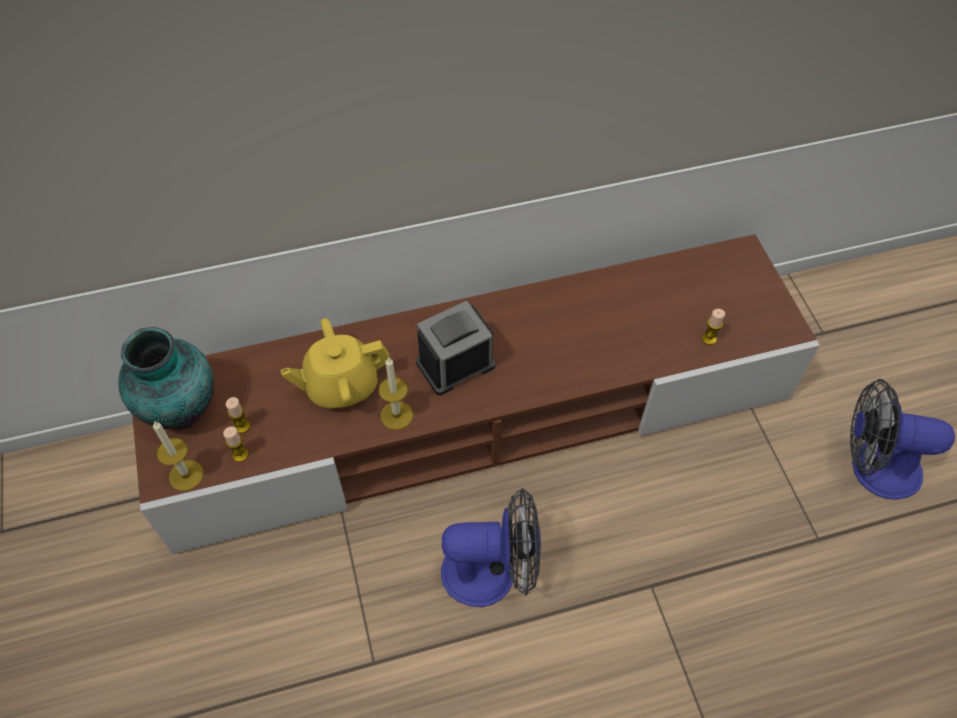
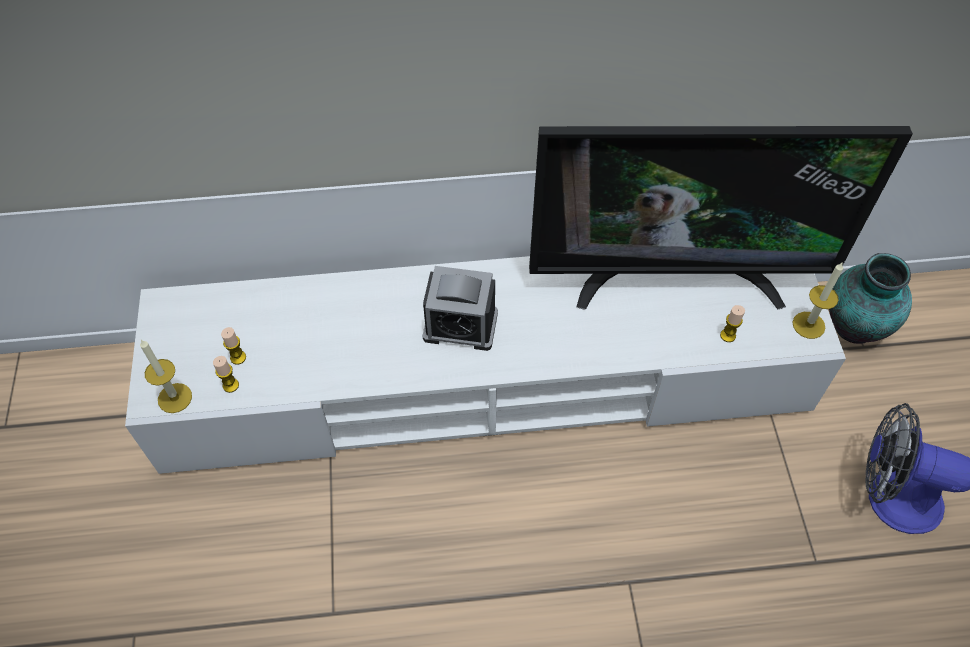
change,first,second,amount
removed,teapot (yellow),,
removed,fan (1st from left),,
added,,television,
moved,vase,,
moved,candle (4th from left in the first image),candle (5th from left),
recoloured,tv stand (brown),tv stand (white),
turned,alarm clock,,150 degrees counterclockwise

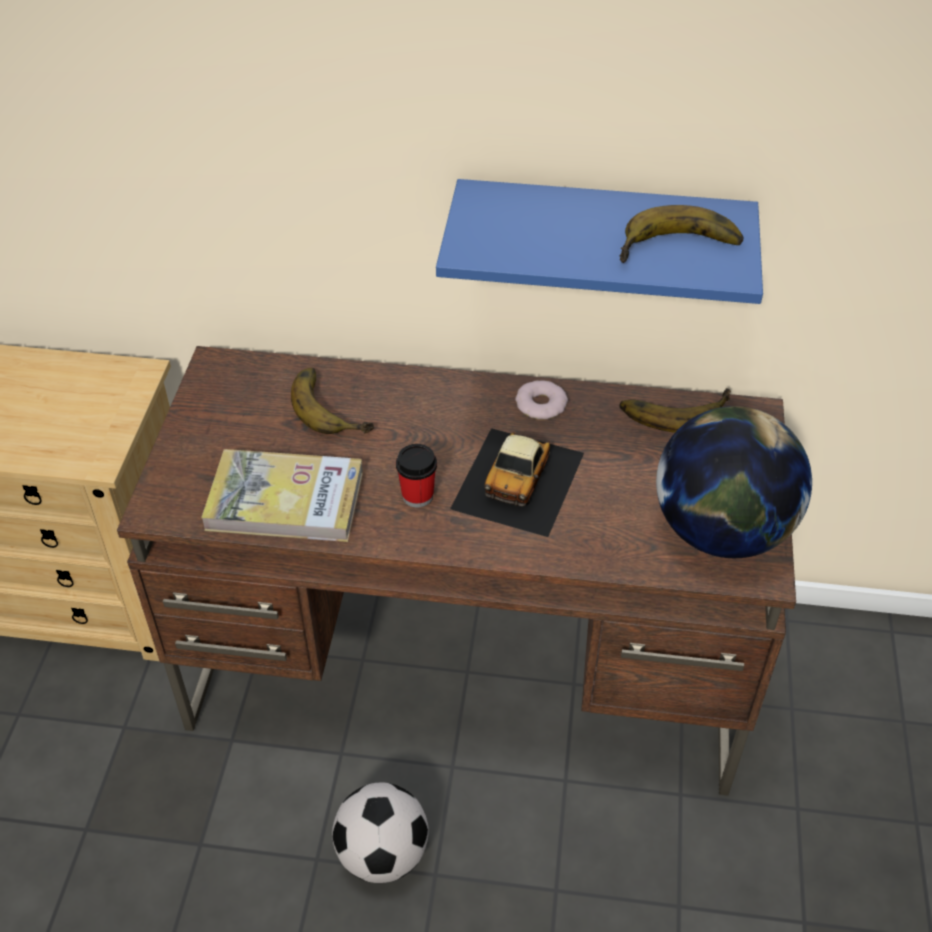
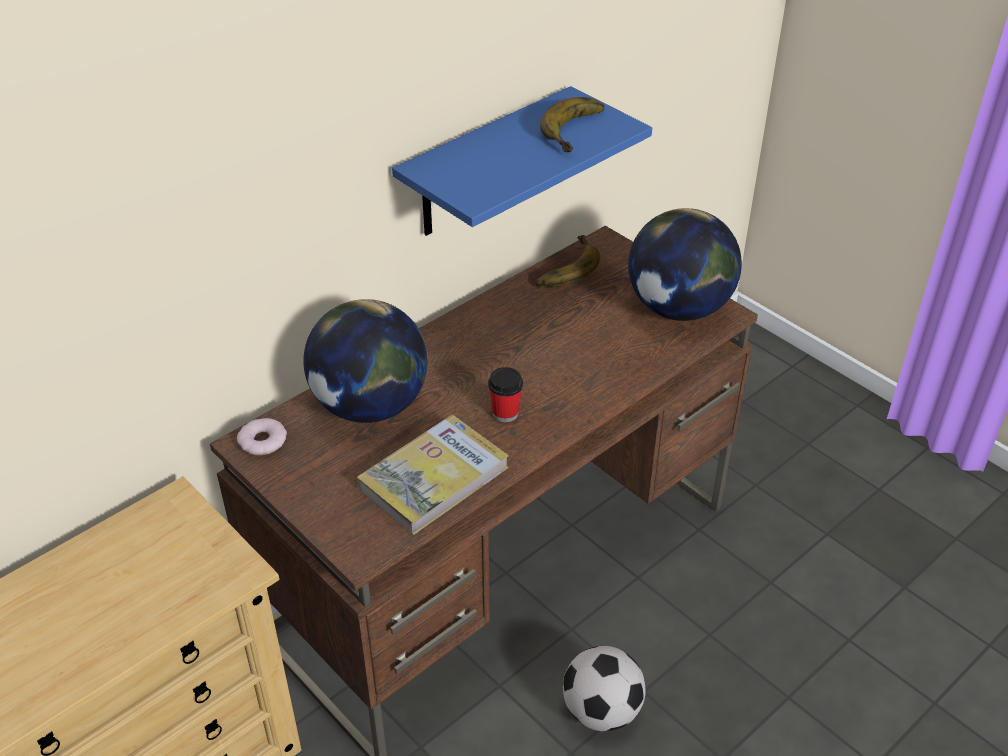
change,first,second,amount
removed,toy car,,
moved,donut,,
replaced,banana (1st from left),globe (1st from left),

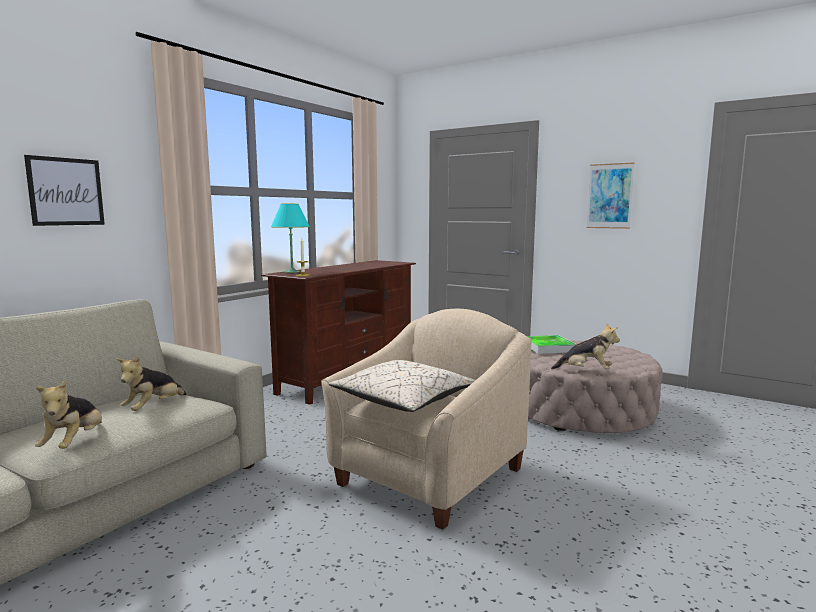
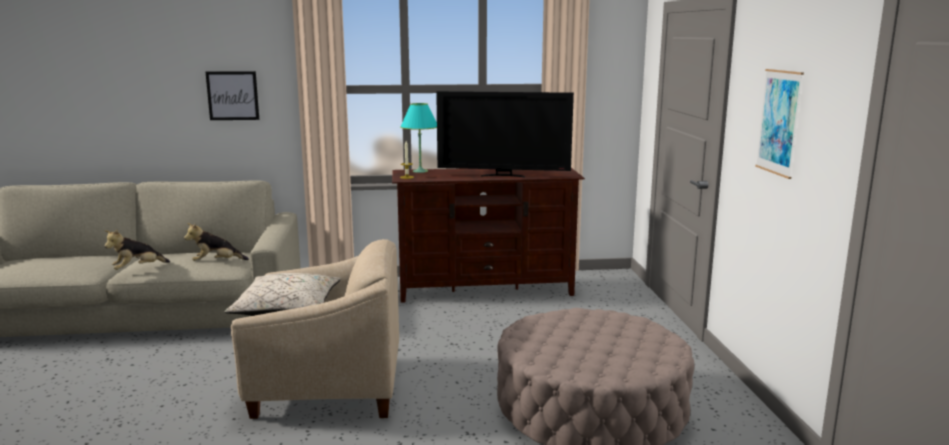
change,first,second,amount
removed,tray,,
removed,plush toy (3rd from left),,
added,,television,

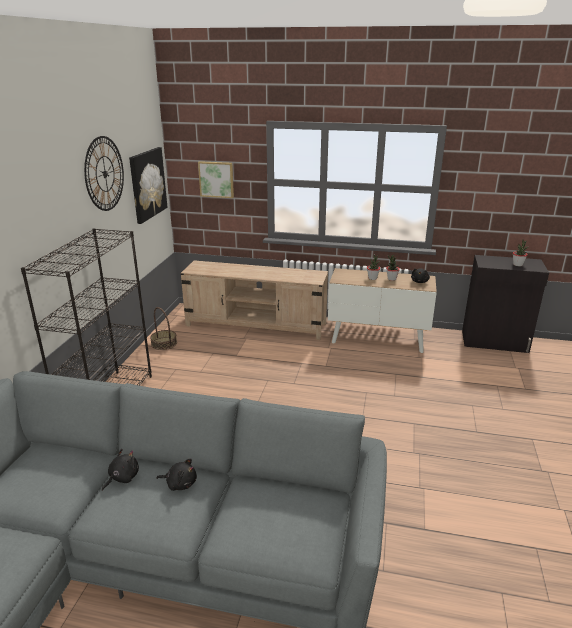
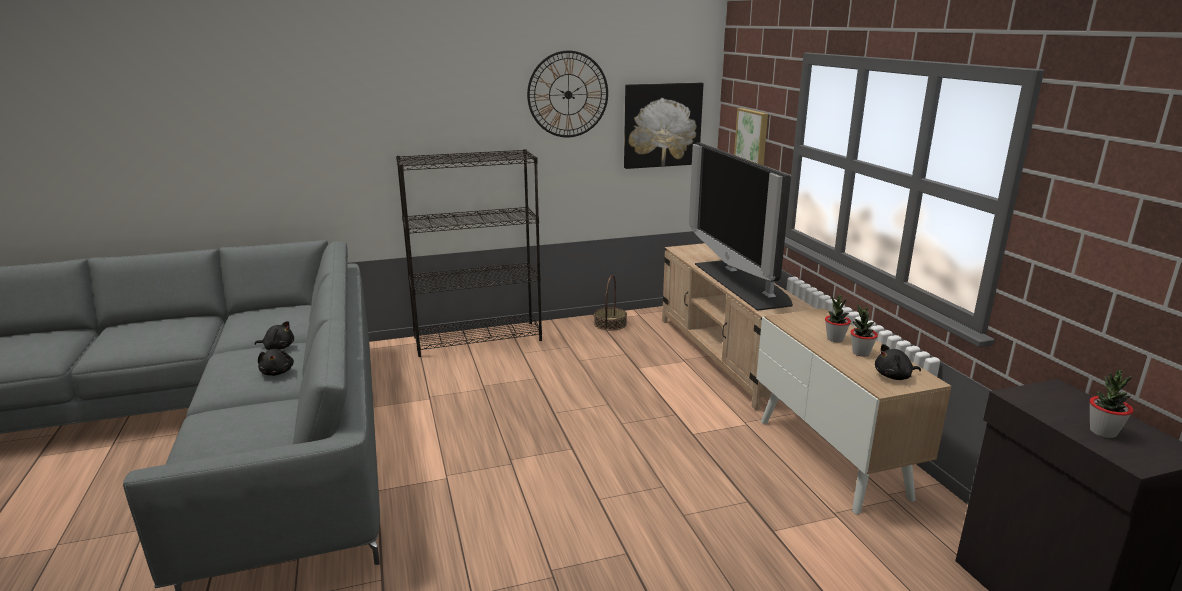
change,first,second,amount
added,,television,

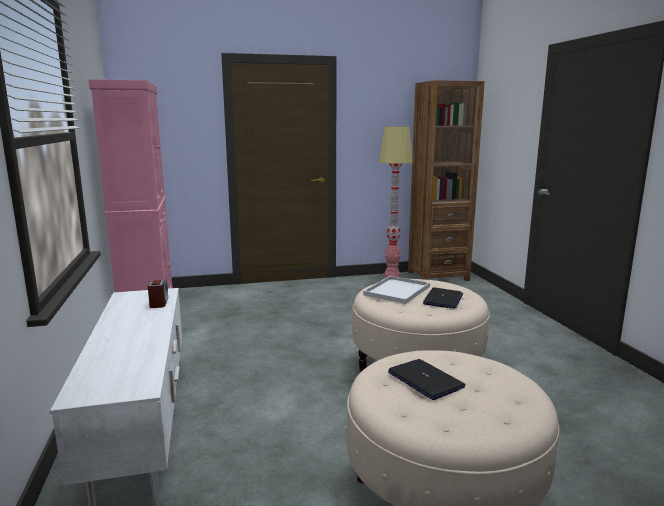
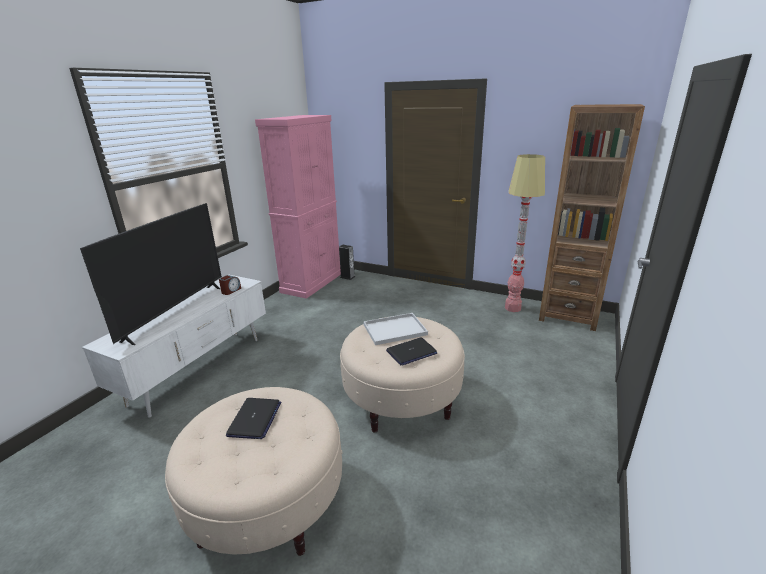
change,first,second,amount
added,,television,
added,,speaker,

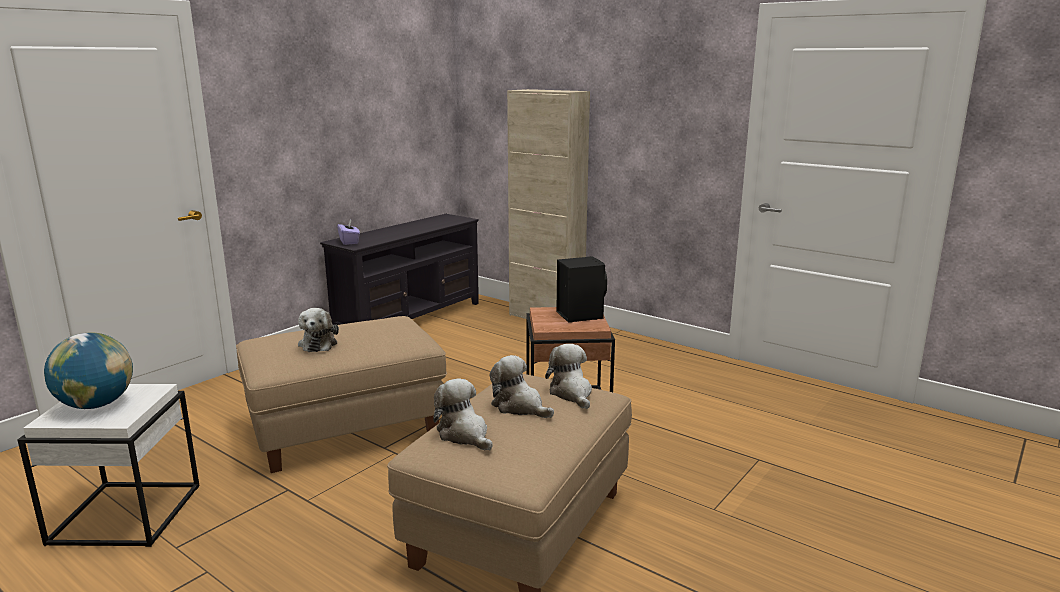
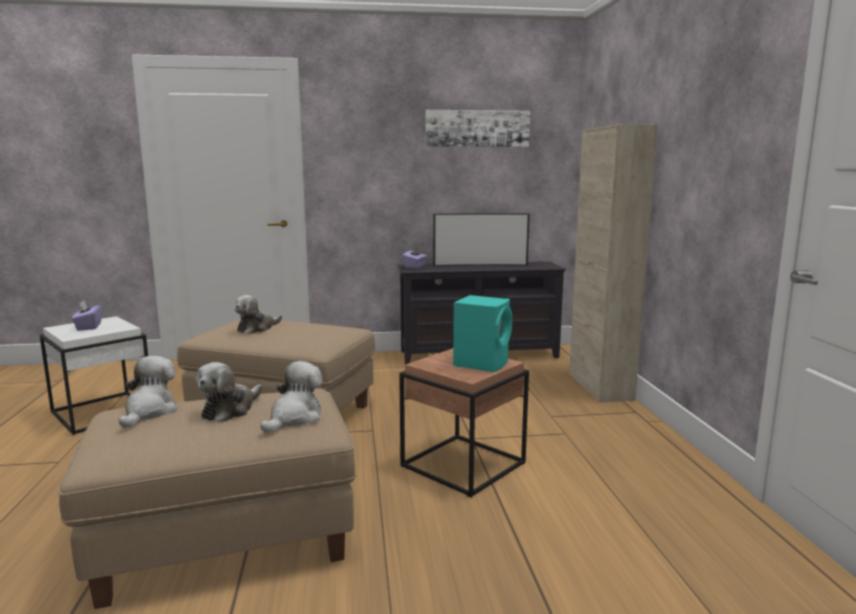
change,first,second,amount
added,,picture,
added,,television,
replaced,globe,tissue box (purple) (1st from left),
recoloured,speaker (black),speaker (turquoise),
turned,plush toy (3rd from left in the first image),plush toy (2nd from left),150 degrees counterclockwise

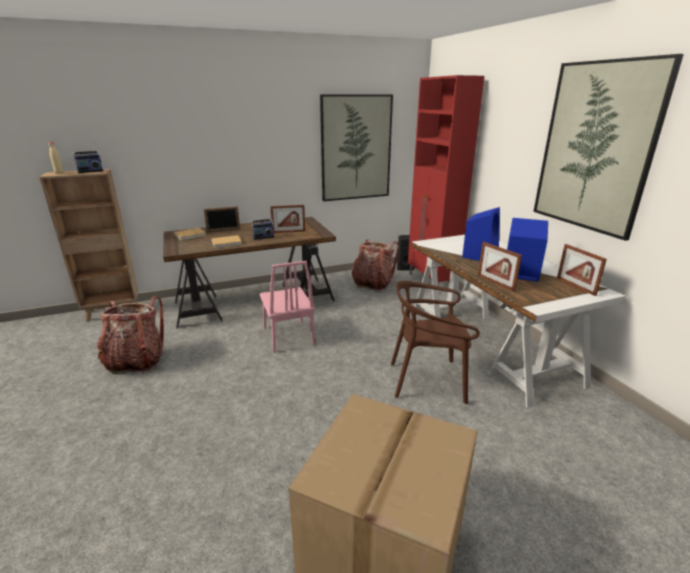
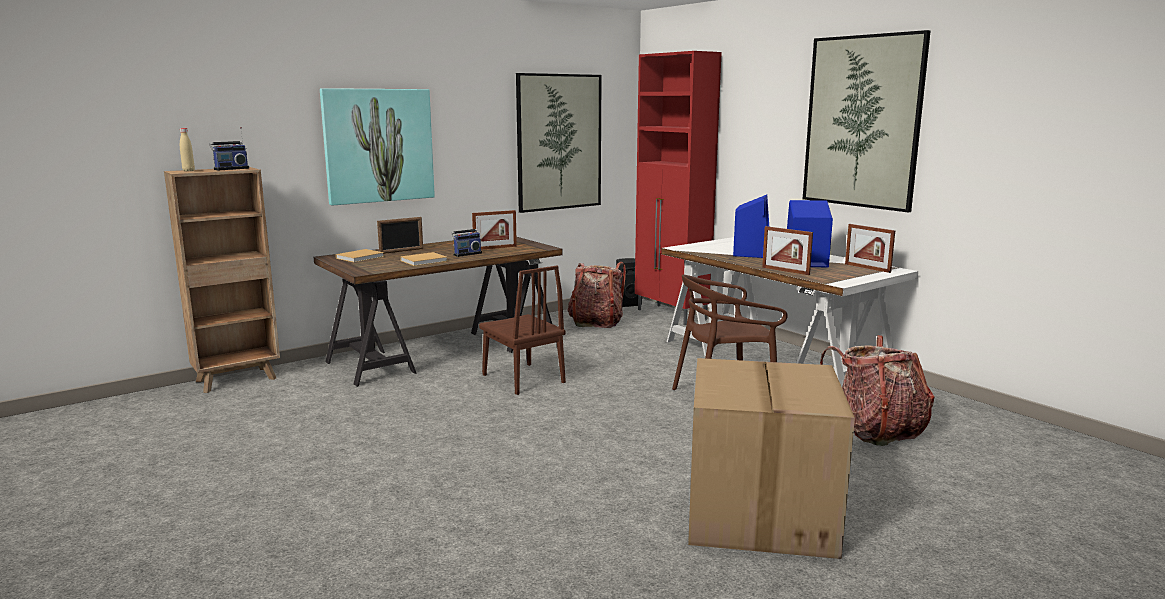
change,first,second,amount
added,,picture (1st from left),
moved,backpack (1st from left in the first image),backpack (2nd from left),
recoloured,chair (pink),chair (brown) (1st from left),

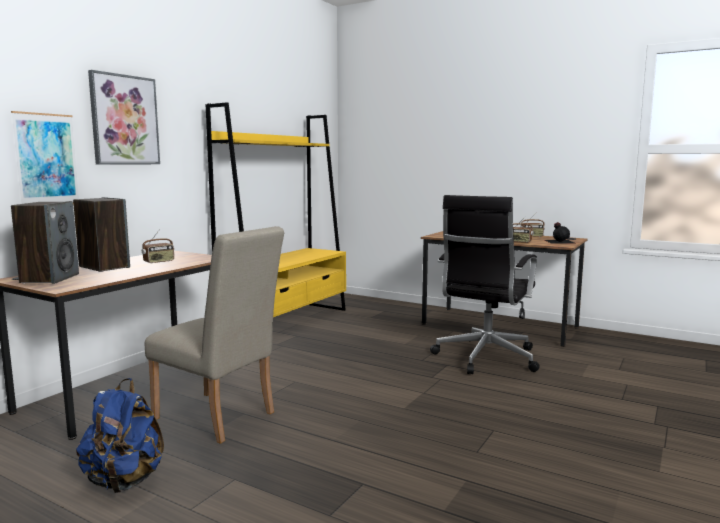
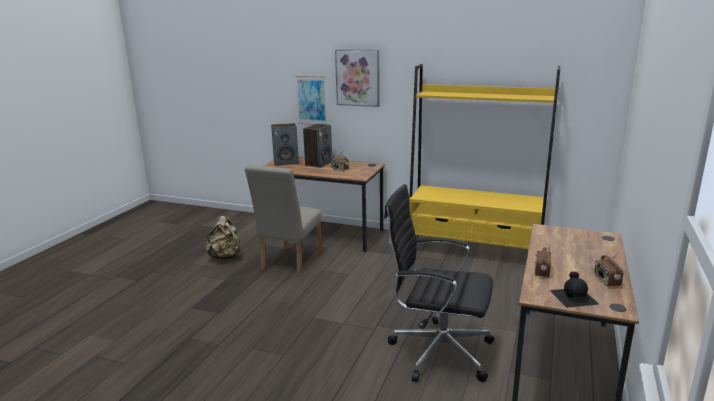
change,first,second,amount
recoloured,backpack (blue),backpack (beige),

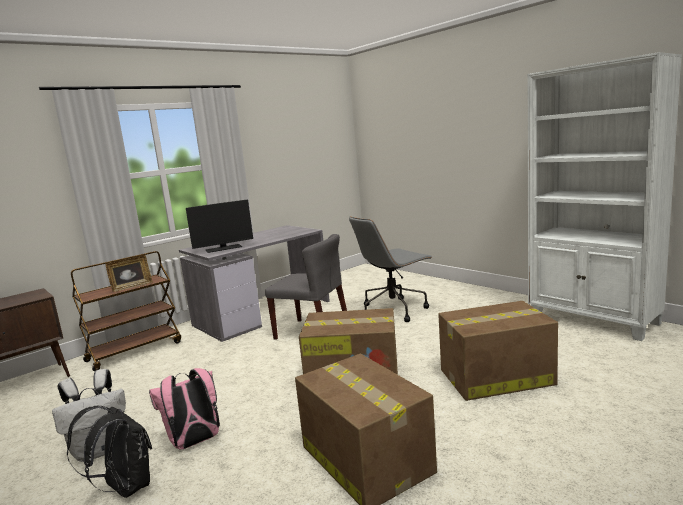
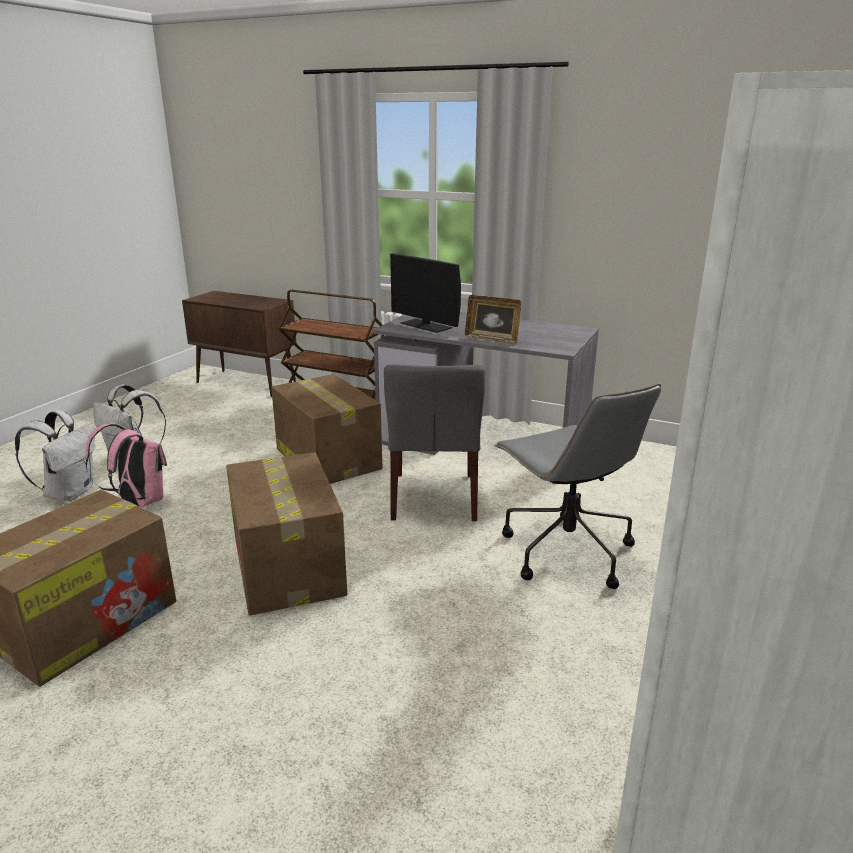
change,first,second,amount
moved,picture frame,,
moved,cardboard box (3rd from left),,
recoloured,backpack (black),backpack (white) (1st from left),
turned,office chair (grey),,150 degrees counterclockwise

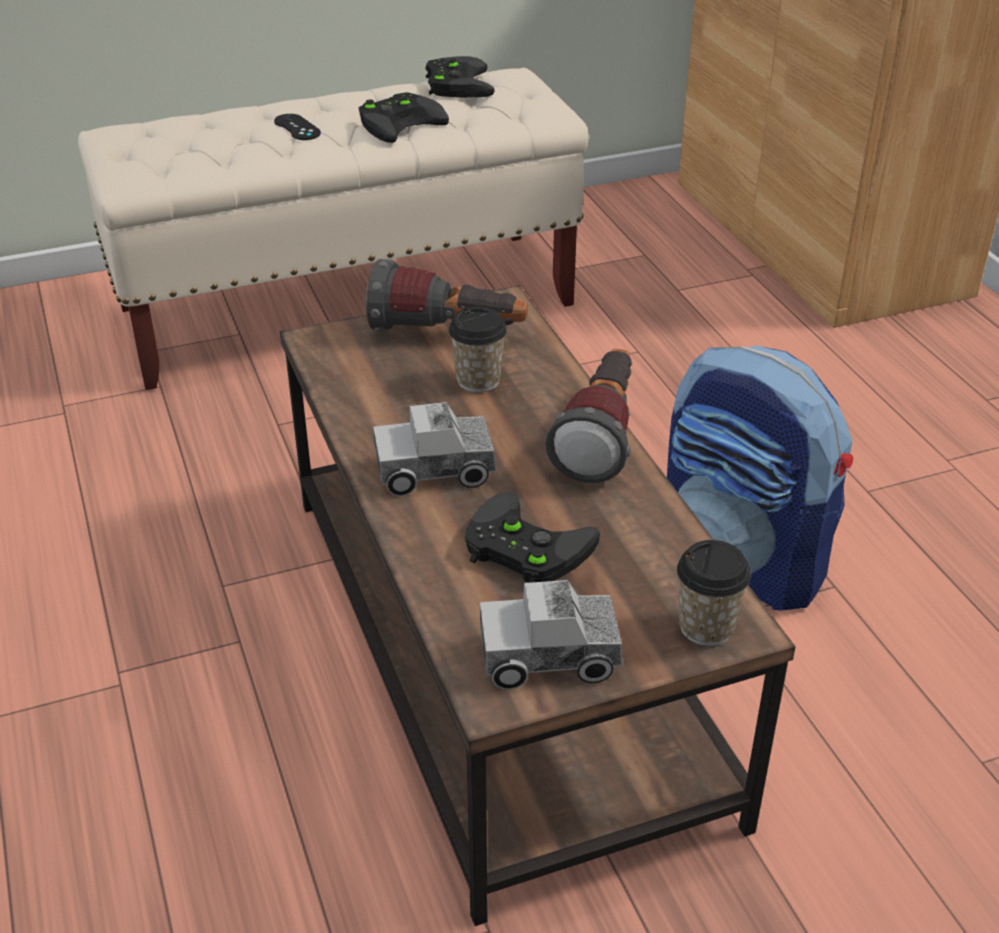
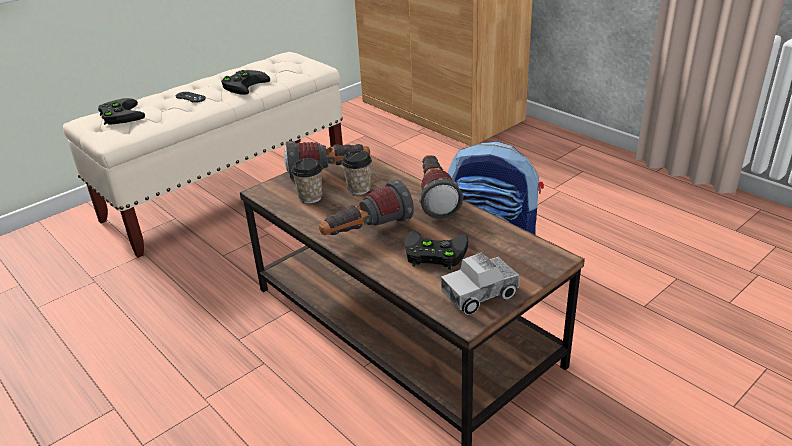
change,first,second,amount
moved,game controller (black) (3rd from left in the first image),game controller (black) (1st from left),
moved,cup (2nd from left in the first image),cup (1st from left),
replaced,toy truck (1st from left),flashlight (2nd from left),

